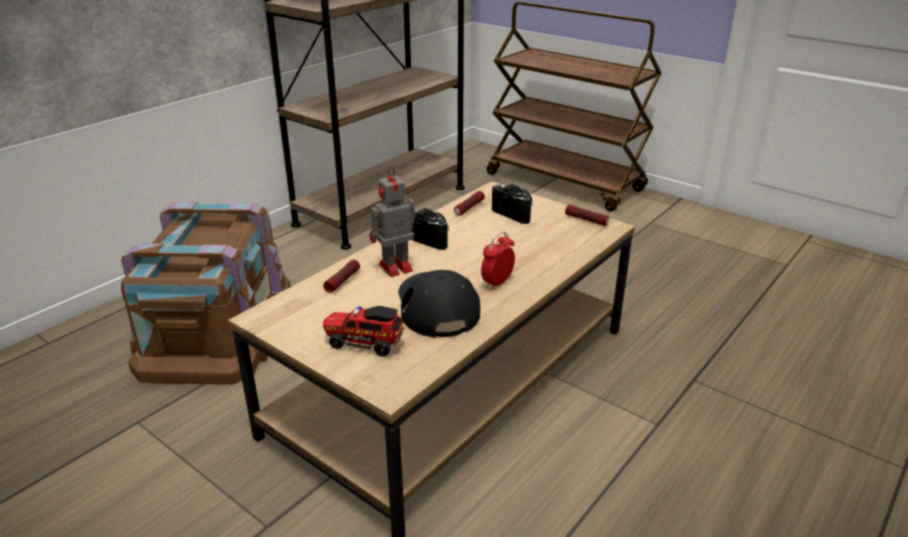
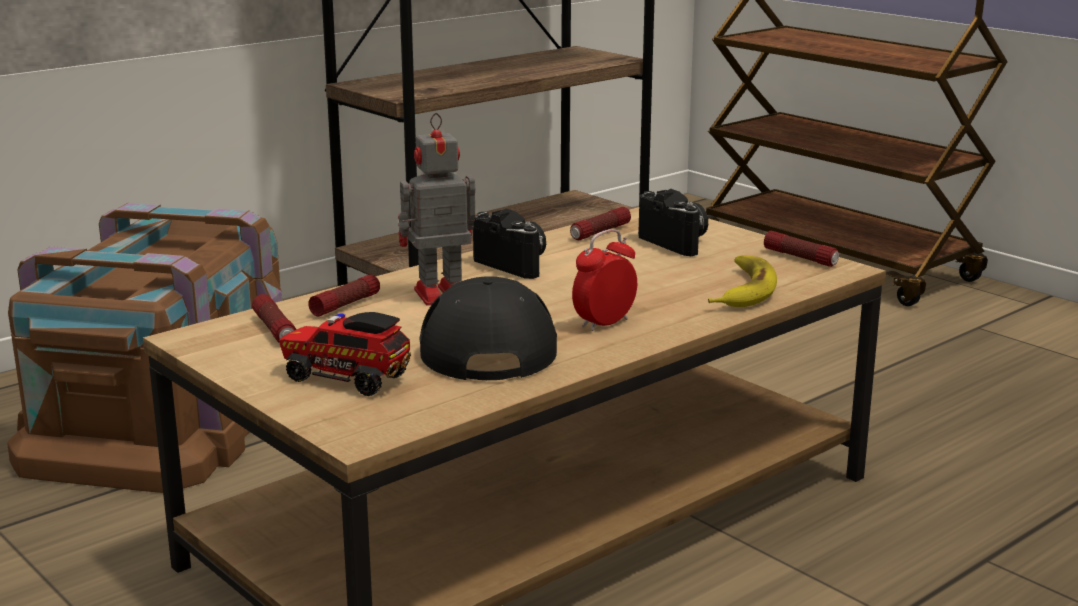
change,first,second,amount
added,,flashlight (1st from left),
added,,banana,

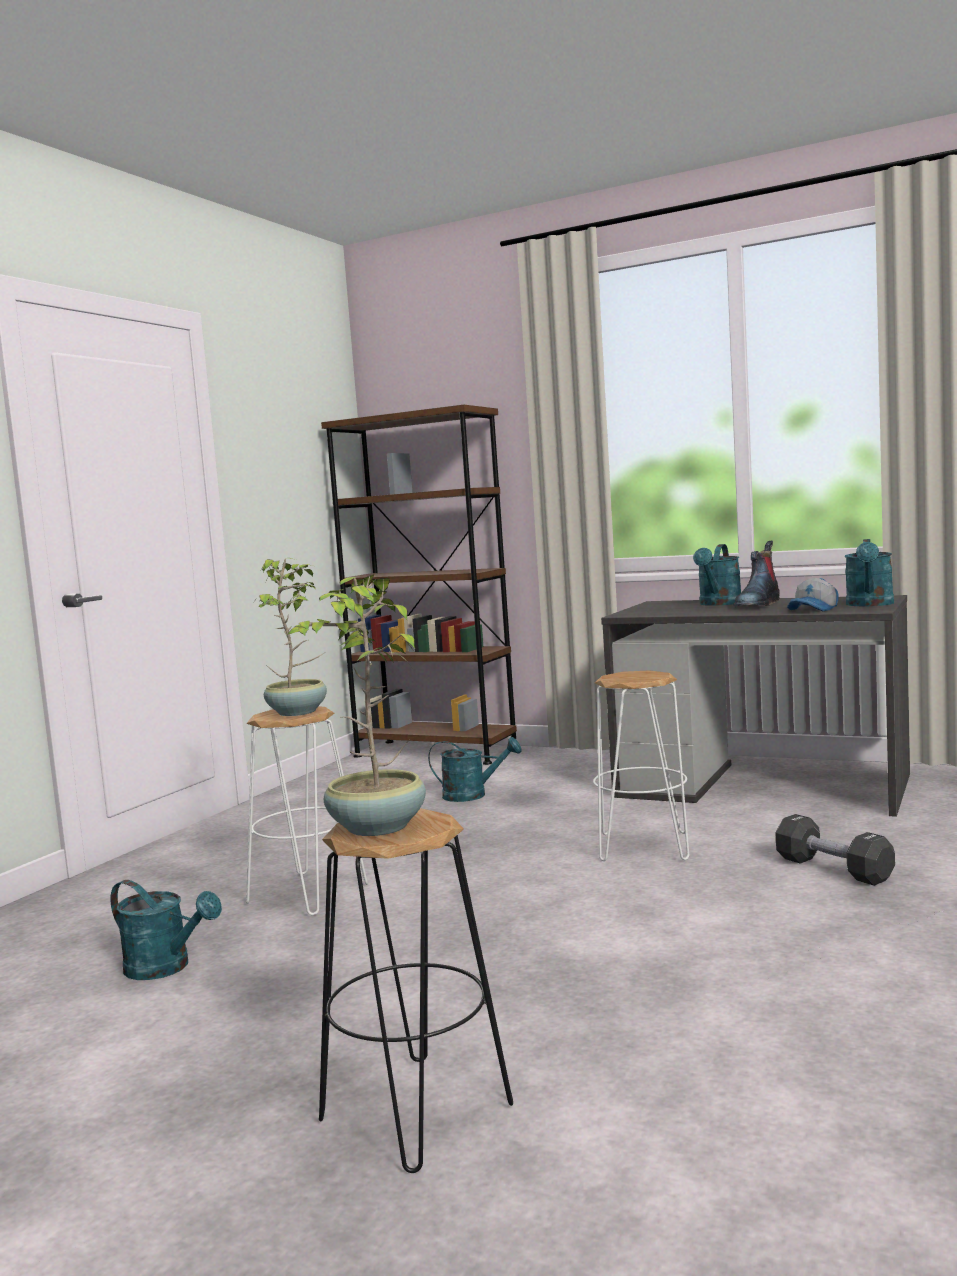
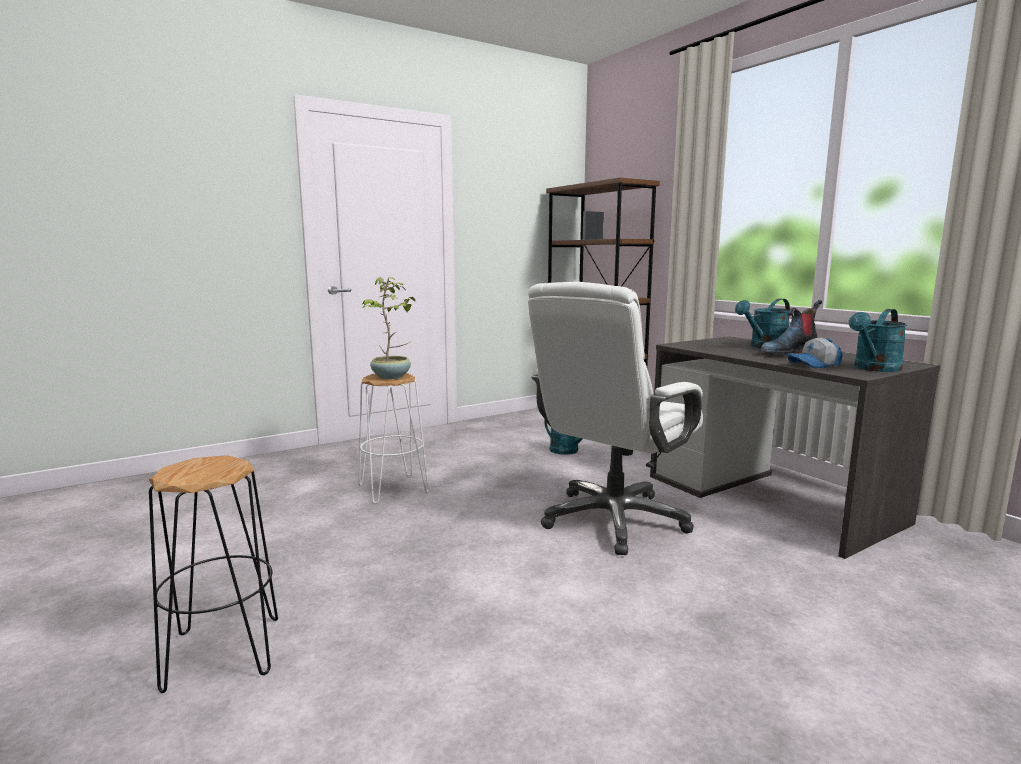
change,first,second,amount
removed,watering can (turquoise) (1st from left),,
removed,potted plant (2nd from left),,
removed,dumbbell (black),,
replaced,stool (white) (2nd from left),office chair (white),

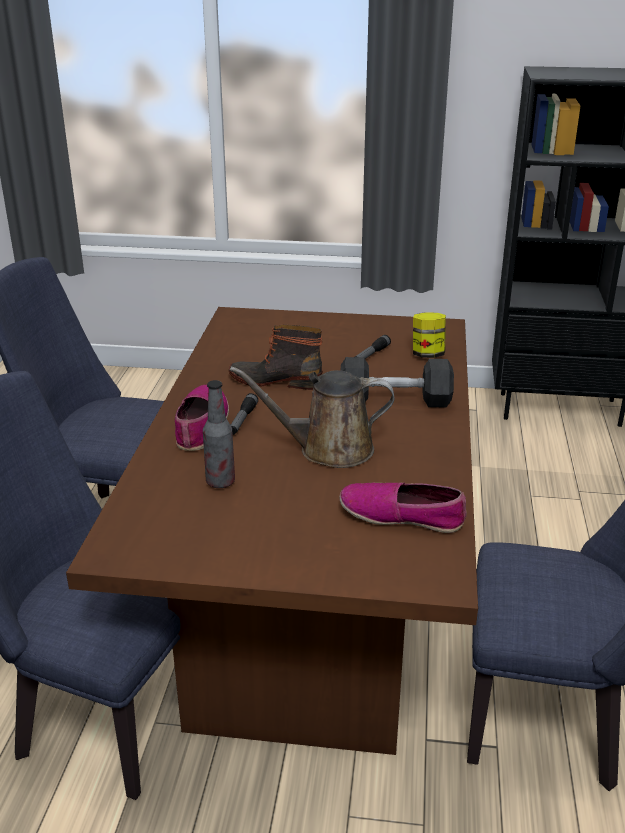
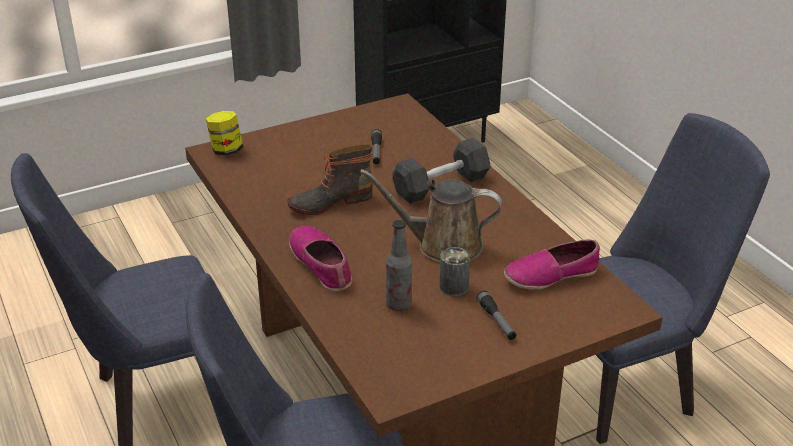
change,first,second,amount
added,,can,
moved,flashlight (1st from left in the first image),flashlight (2nd from left),
moved,jar,,
turned,watering can (brown),,45 degrees clockwise

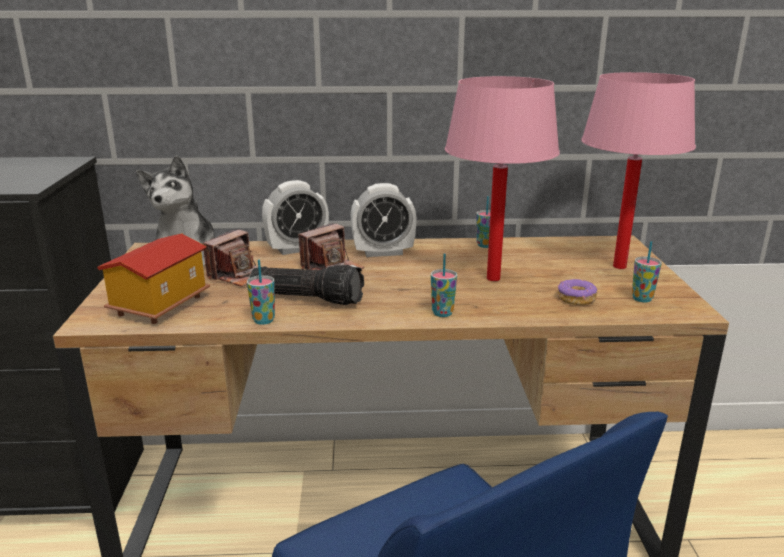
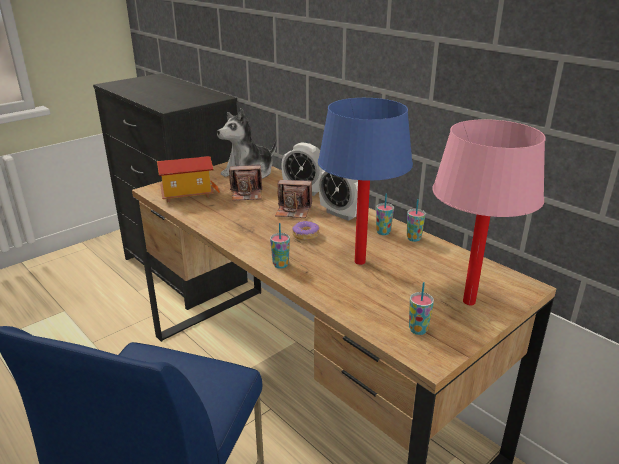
change,first,second,amount
removed,flashlight,,
moved,cup (1st from left in the first image),cup (2nd from left),
moved,donut,,
recoloured,table lamp (pink) (1st from left),table lamp (blue),

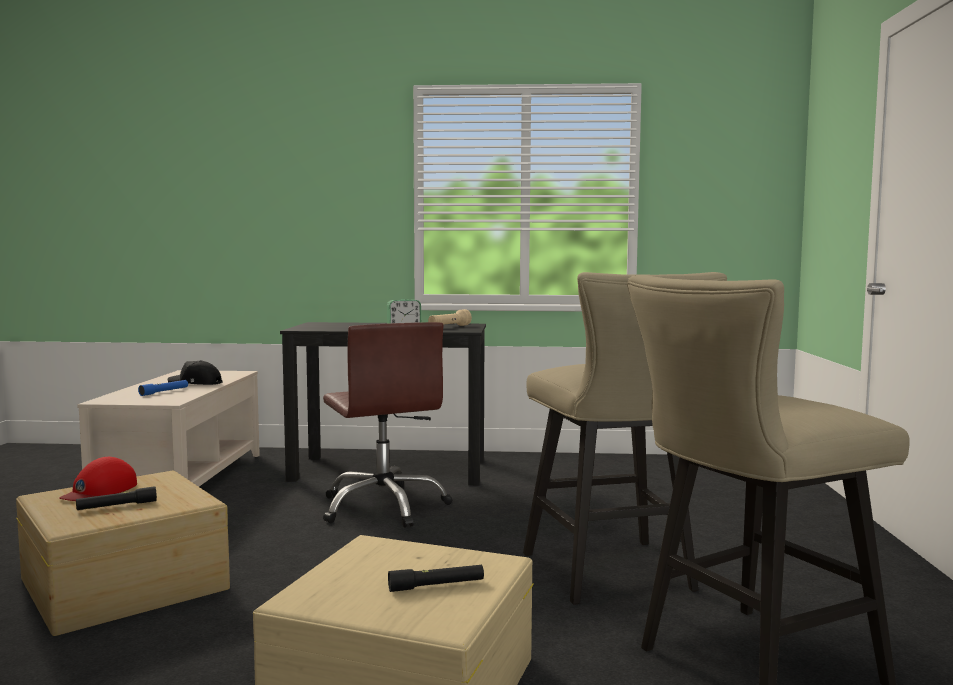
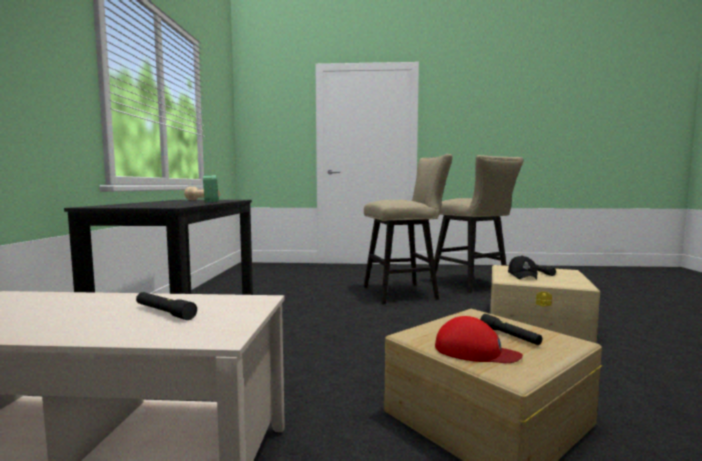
change,first,second,amount
removed,office chair (brown),,
moved,cap (black),,
recoloured,flashlight (blue),flashlight (black) (1st from left),

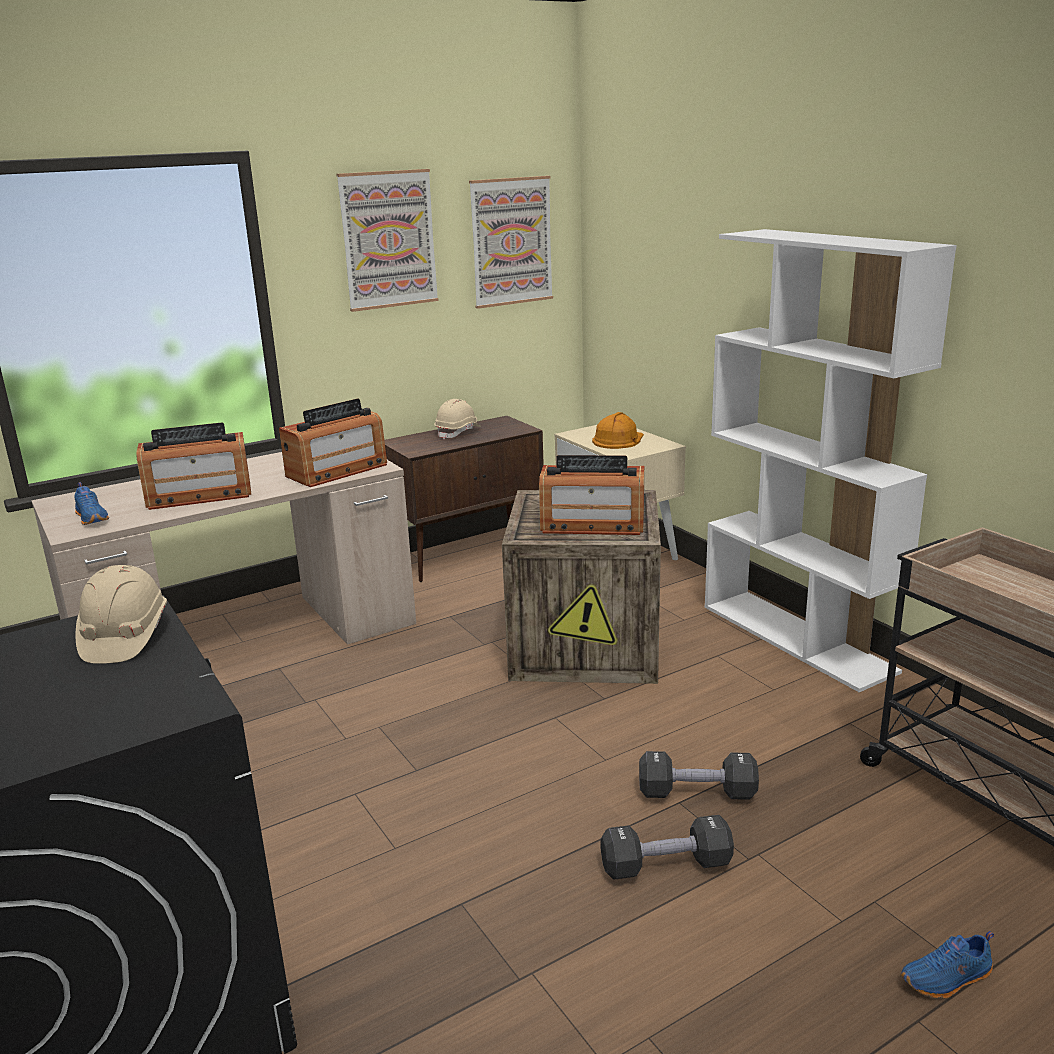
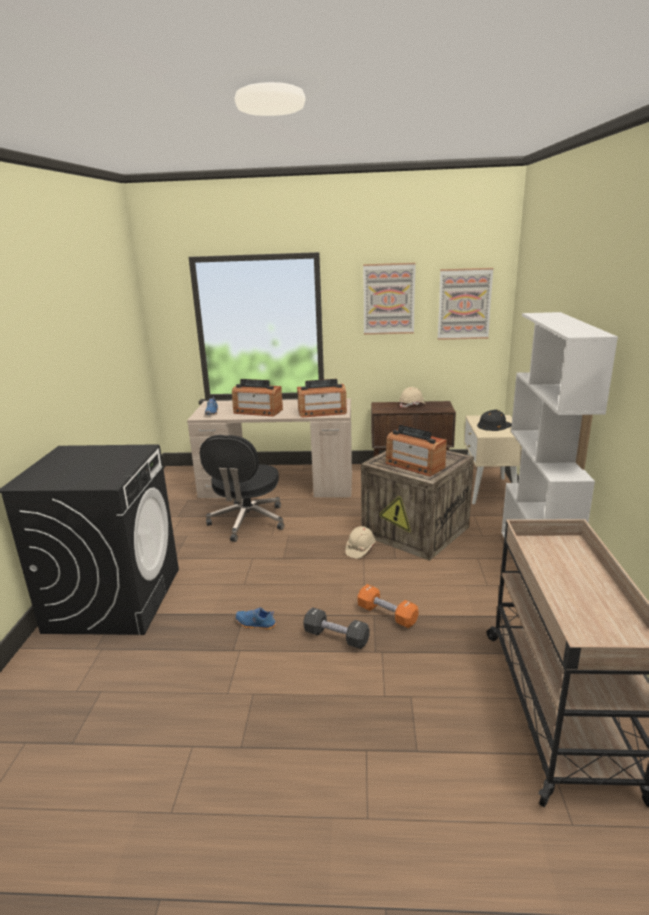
change,first,second,amount
added,,office chair (black),
moved,hard hat (beige) (1st from left),,
moved,shoe (blue) (2nd from left),,
recoloured,hard hat (orange),hard hat (black),
recoloured,dumbbell (black) (2nd from left),dumbbell (orange),

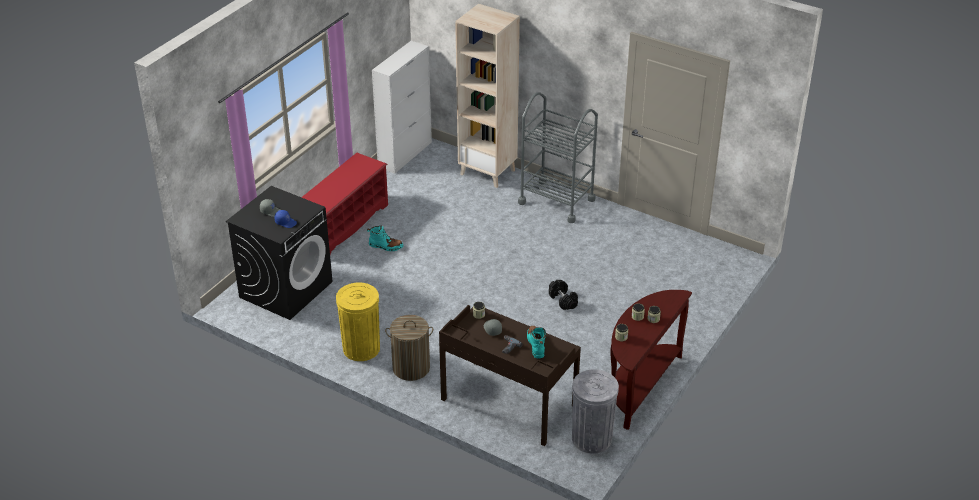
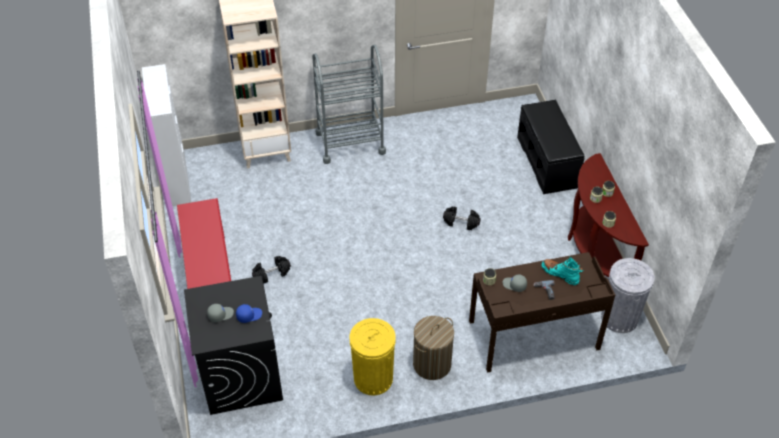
change,first,second,amount
added,,bench (black),
replaced,boot (turquoise) (1st from left),dumbbell (black) (1st from left),

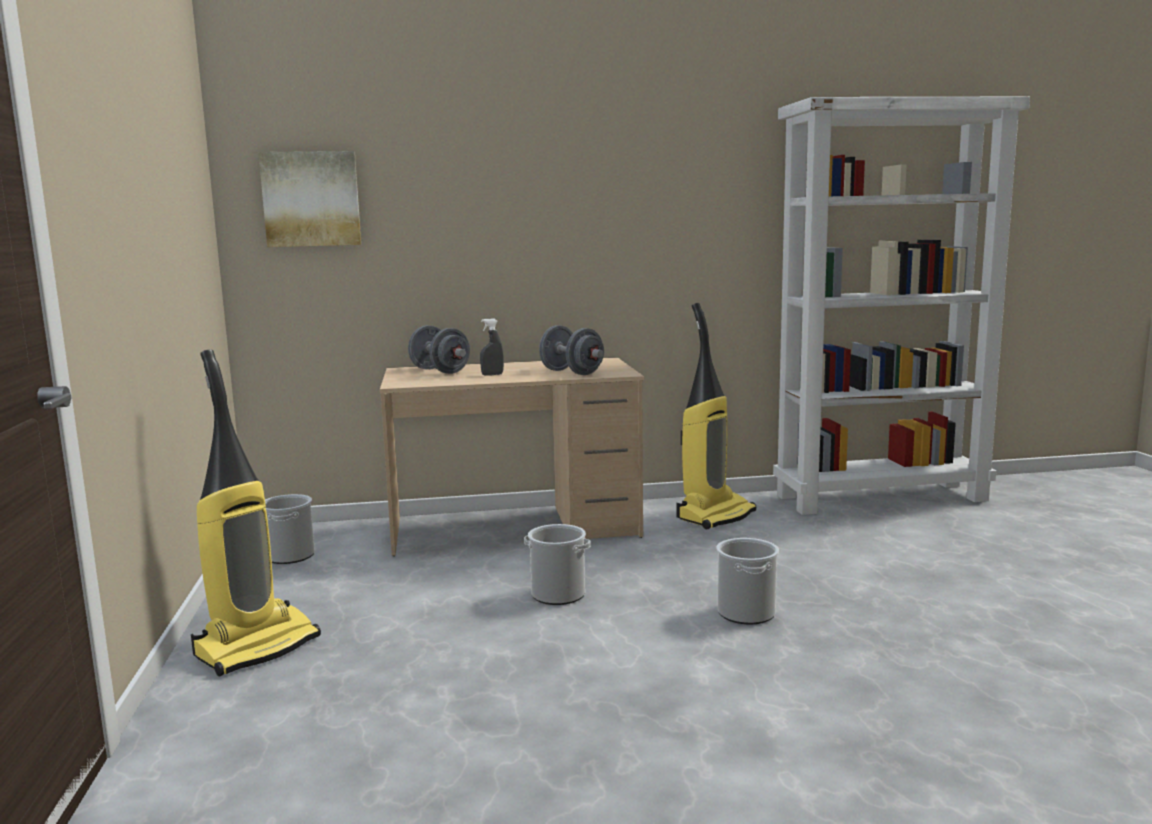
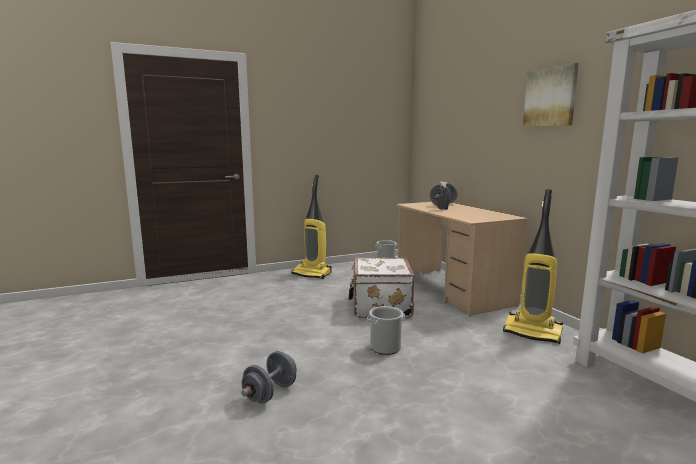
change,first,second,amount
moved,picture,,
moved,dumbbell (grey) (2nd from left in the first image),dumbbell (grey) (1st from left),
replaced,bucket (2nd from left),suitcase (white),

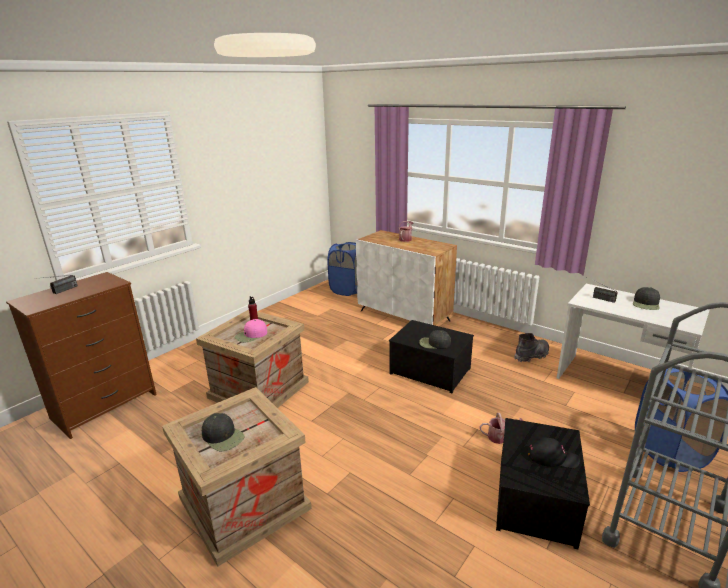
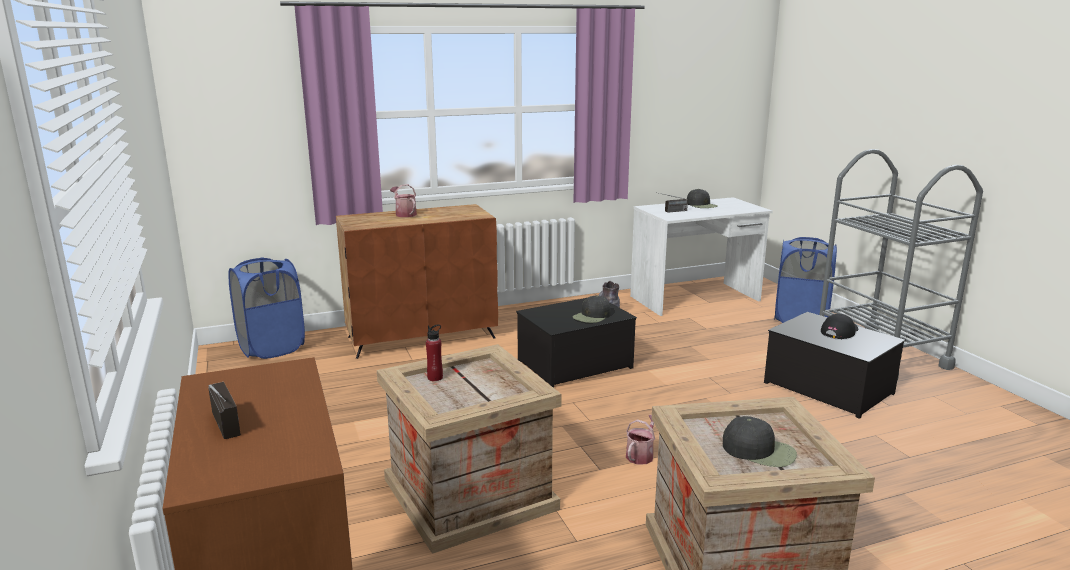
change,first,second,amount
removed,cap (pink),,
moved,watering can (2nd from left),,
recoloured,cabinet (white),cabinet (brown),
turned,cap (black) (1st from left in the first image),cap (black) (3rd from left),45 degrees clockwise

